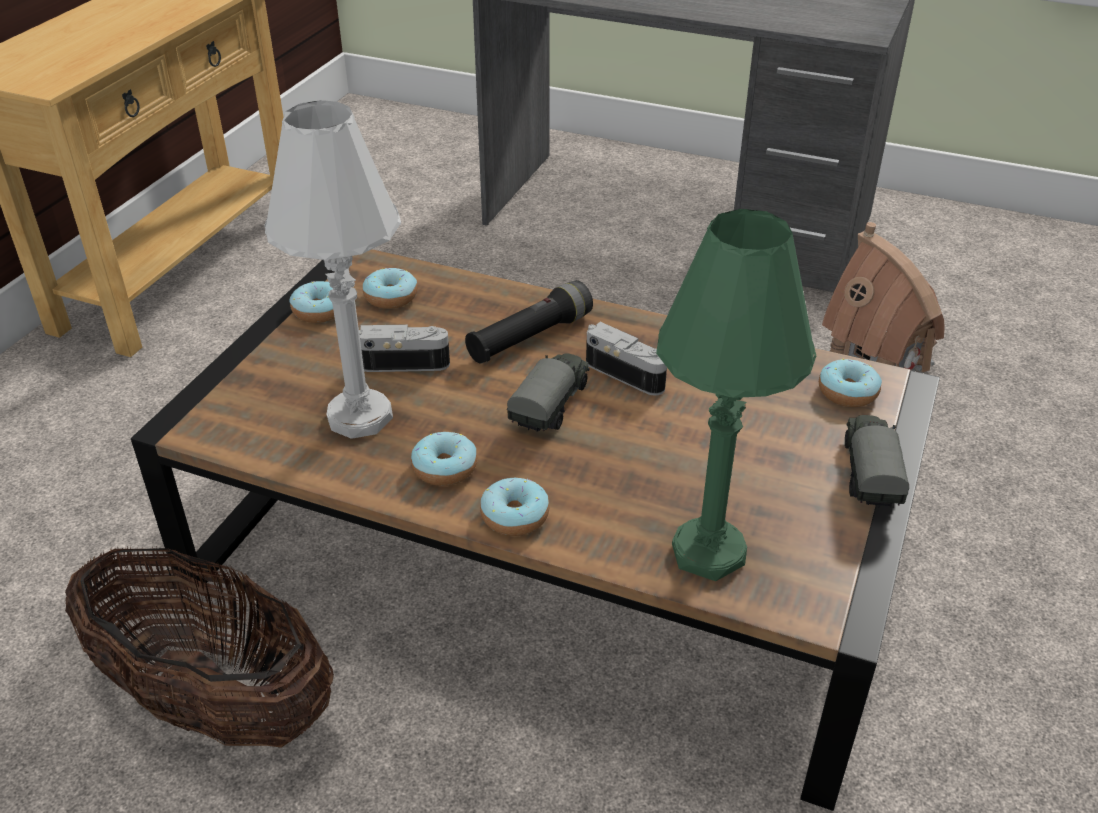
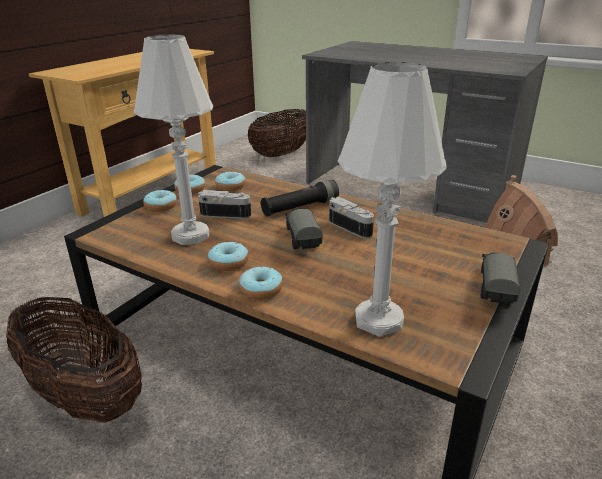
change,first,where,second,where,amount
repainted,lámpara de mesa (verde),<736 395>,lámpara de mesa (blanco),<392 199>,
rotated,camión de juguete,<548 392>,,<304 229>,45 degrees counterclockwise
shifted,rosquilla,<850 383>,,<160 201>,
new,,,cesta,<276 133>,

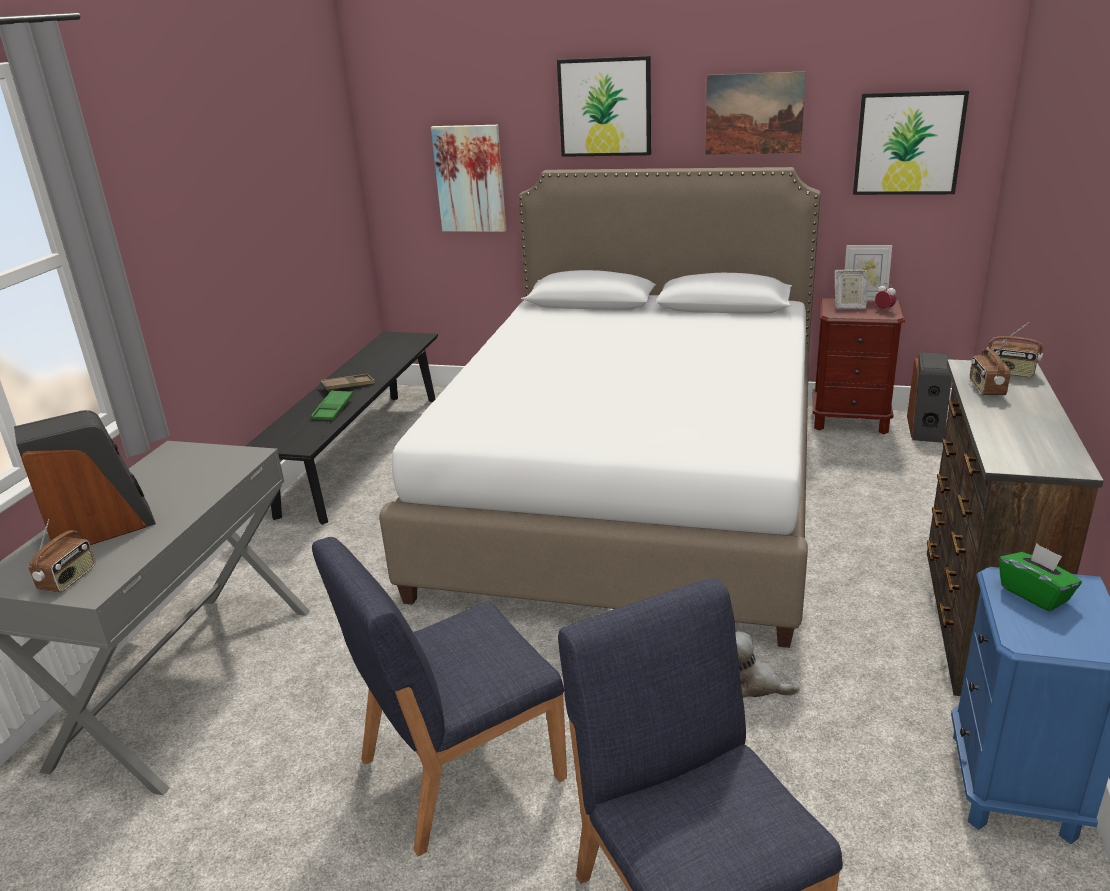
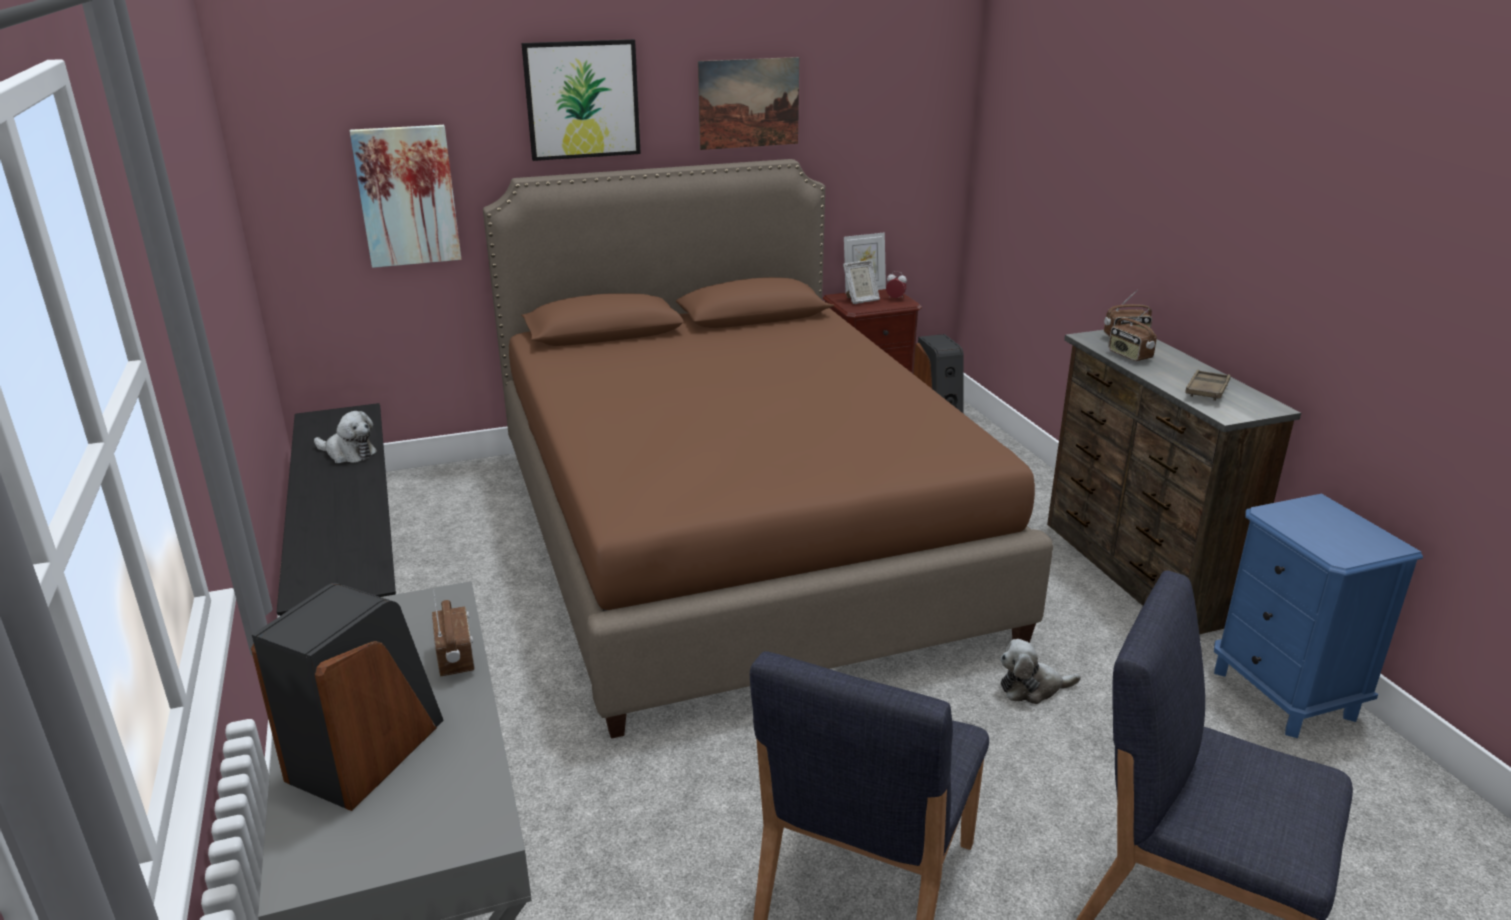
change,first,where,second,where,amount
gone,cuadro,<911 142>,,,
repainted,cama (blanco),<600 407>,cama (marrón),<768 449>,
shifted,bandeja (marrón),<347 382>,,<1208 385>,
gone,bandeja (verde),<332 405>,,,
shifted,radio,<61 555>,,<453 633>,
gone,caja de pañuelos (verde),<1040 577>,,,
new,,,peluche,<345 437>,

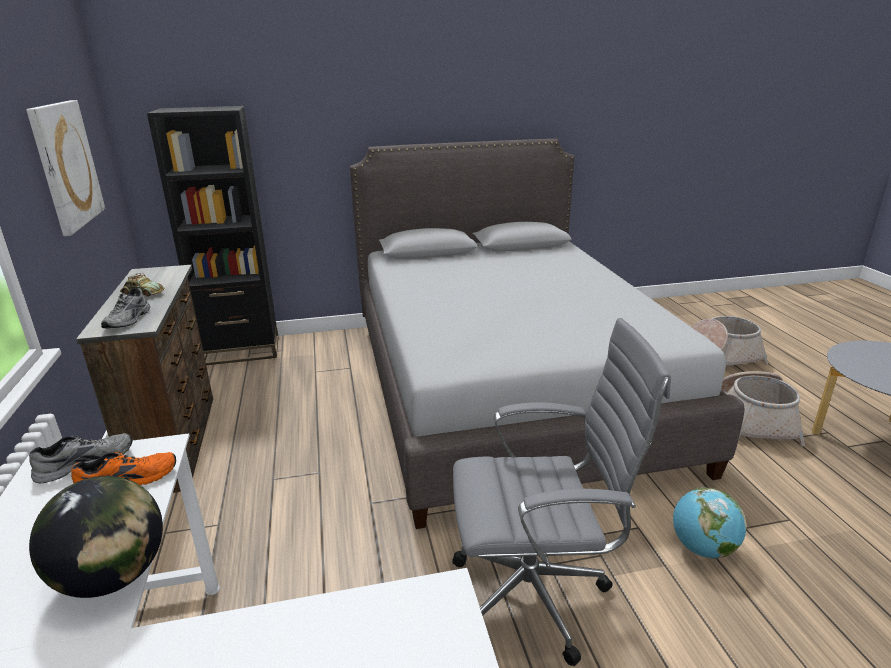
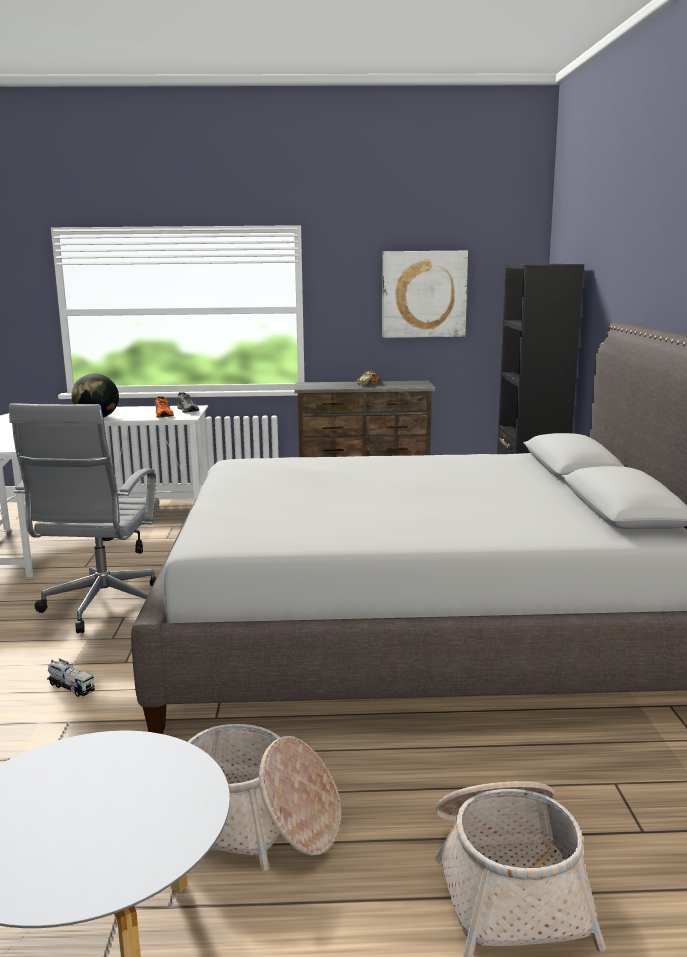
change,first,where,second,where,amount
gone,zapato (gris),<125 308>,,,
swapped,globo terráqueo,<710 523>,camión de juguete,<71 677>,

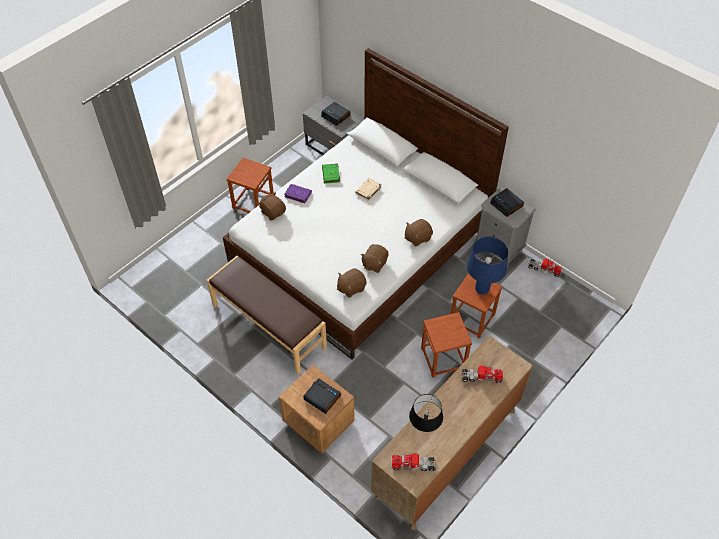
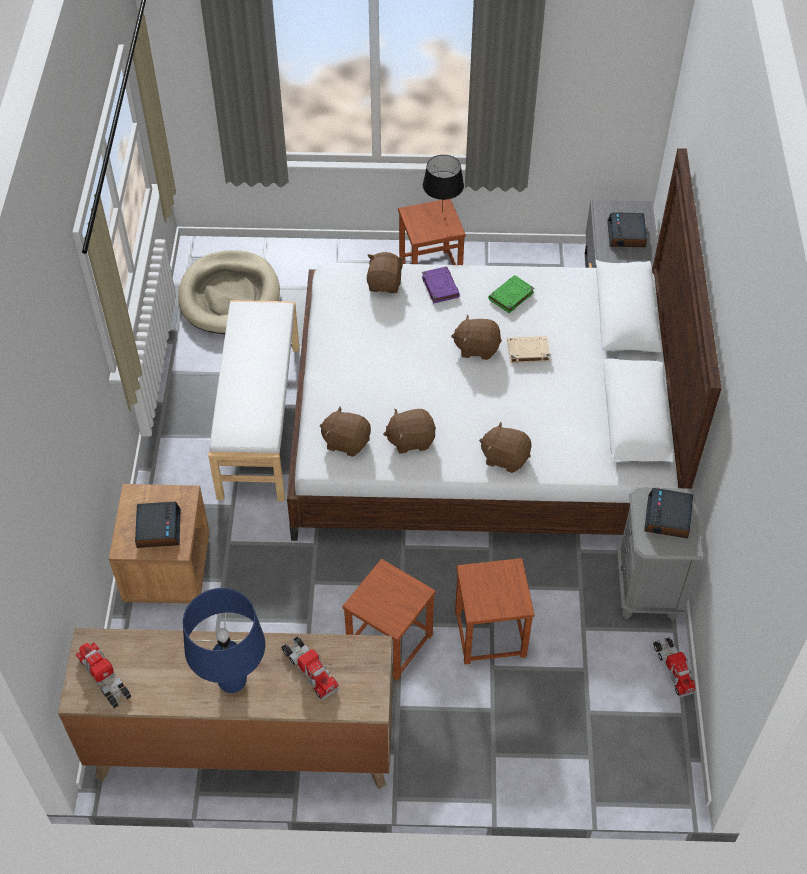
change,first,where,second,where,amount
shifted,lámpara de mesa (azul),<487 266>,,<224 640>,
repainted,banco (marrón),<267 315>,banco (blanco),<253 400>,
shifted,lámpara de mesa (negro),<426 413>,,<443 184>,
new,,,cama para perro (beis),<229 292>,
new,,,peluche (marrón),<476 337>,

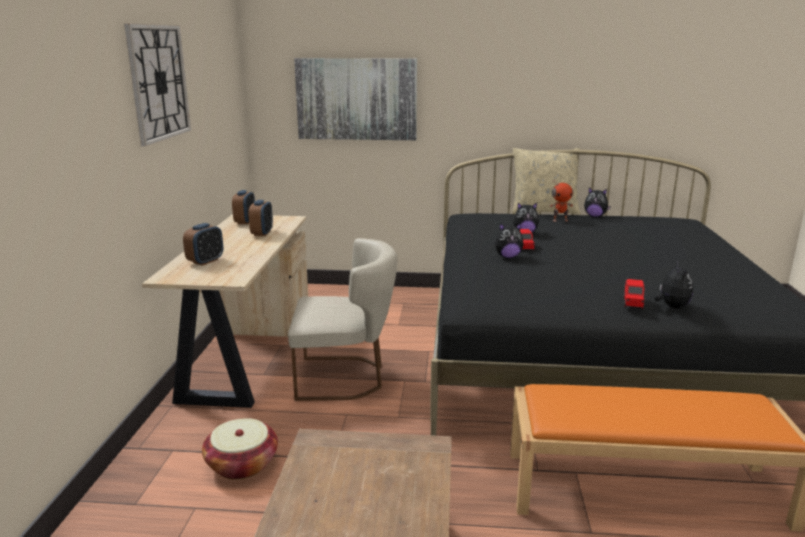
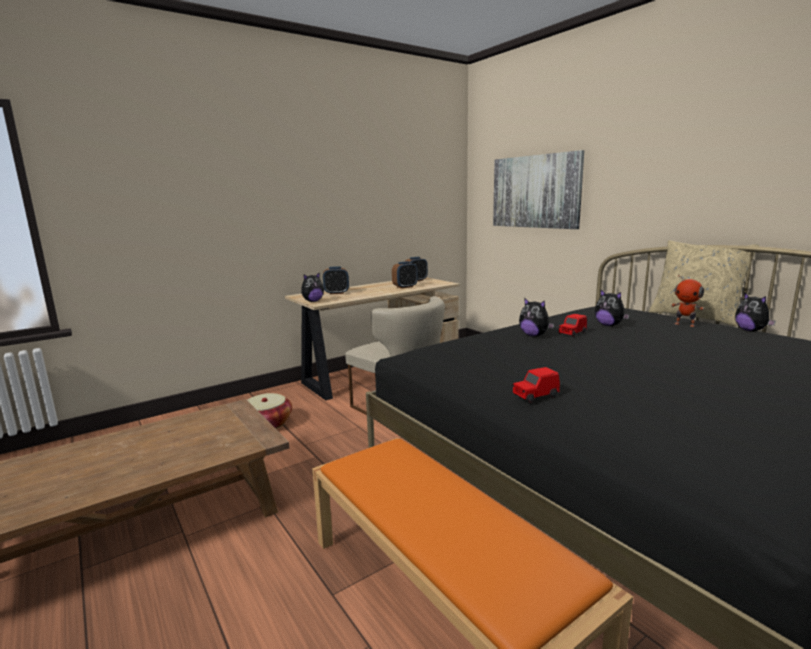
change,first,where,second,where,amount
gone,reloj de pared,<157 85>,,,
shifted,peluche,<673 285>,,<312 287>,

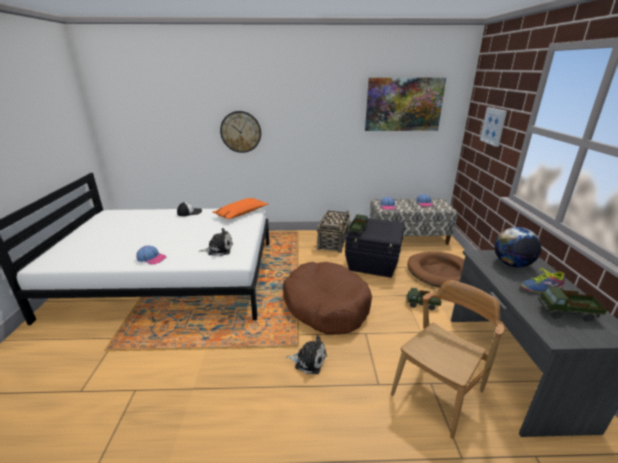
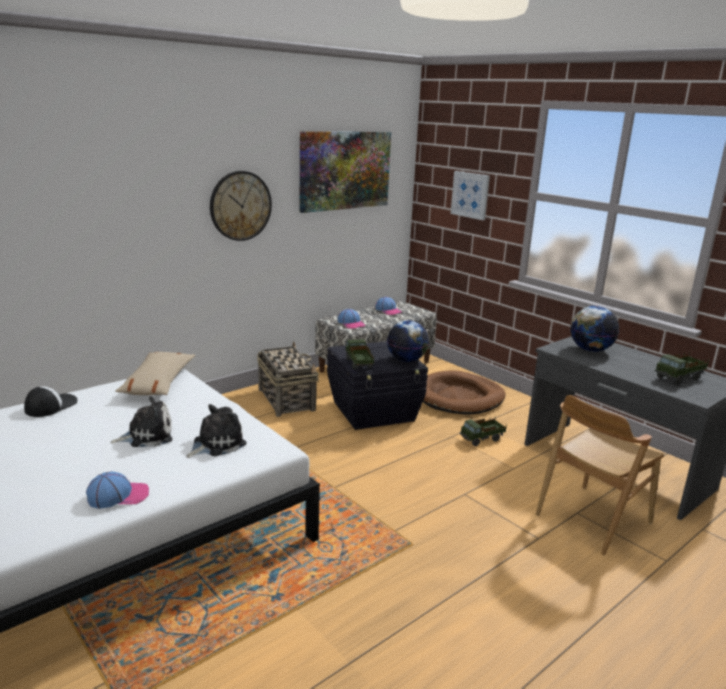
change,first,where,second,where,amount
shifted,reloj de pared,<240 132>,,<241 206>,
repainted,cojín (naranja),<240 209>,cojín (beis),<155 373>,
gone,cama para perro (marrón),<327 298>,,,
gone,zapato,<542 280>,,,
rotated,silla (marrón),<447 359>,,<600 475>,135 degrees counterclockwise
shifted,peluche,<306 354>,,<141 421>,
new,,,globo terráqueo,<408 341>,

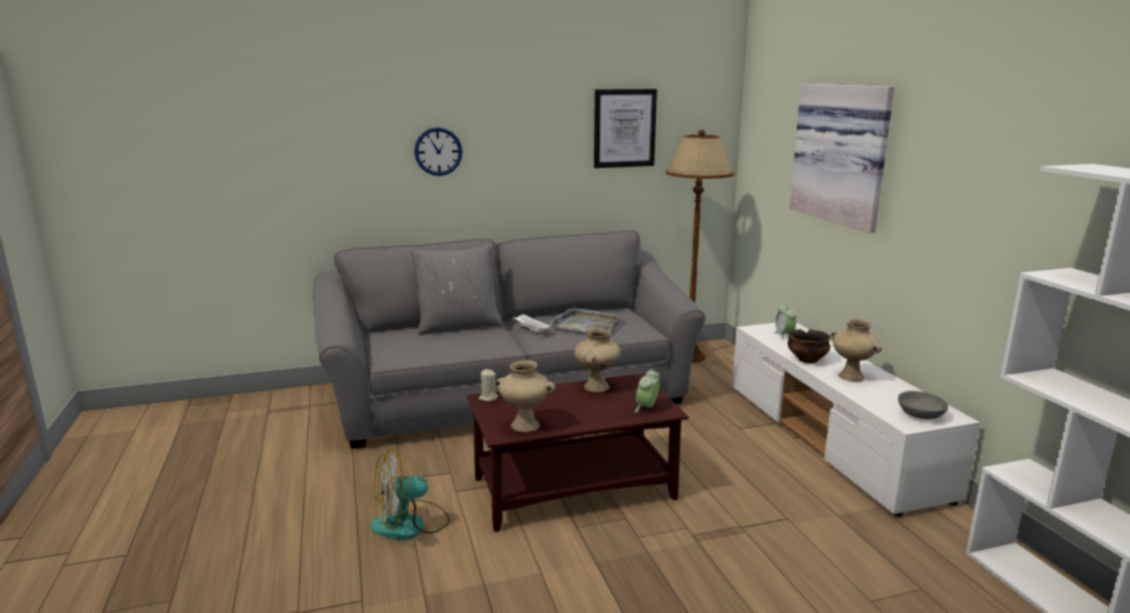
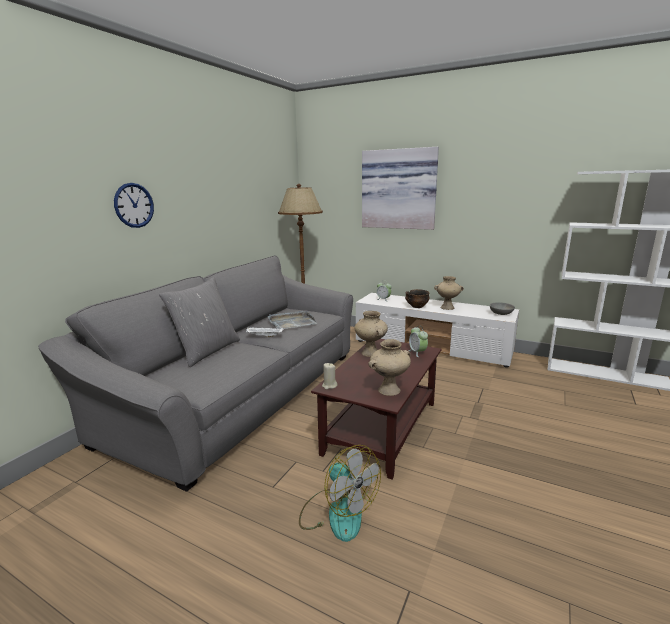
change,first,where,second,where,amount
gone,cuadro,<625 128>,,,
rotated,ventilador,<410 494>,,<340 493>,60 degrees counterclockwise

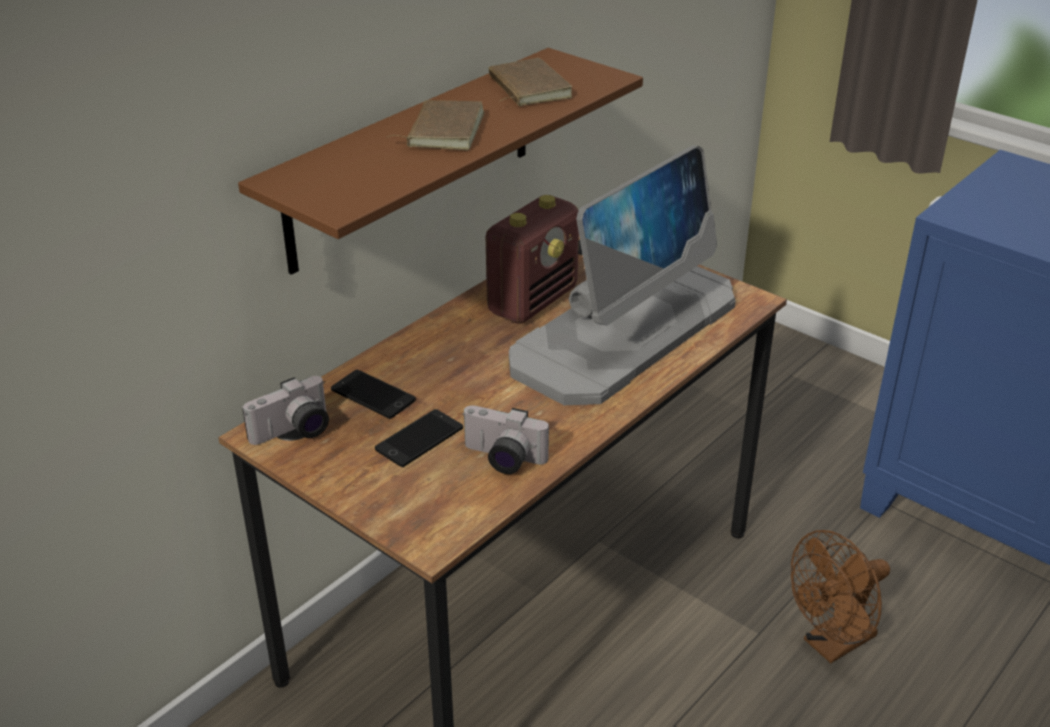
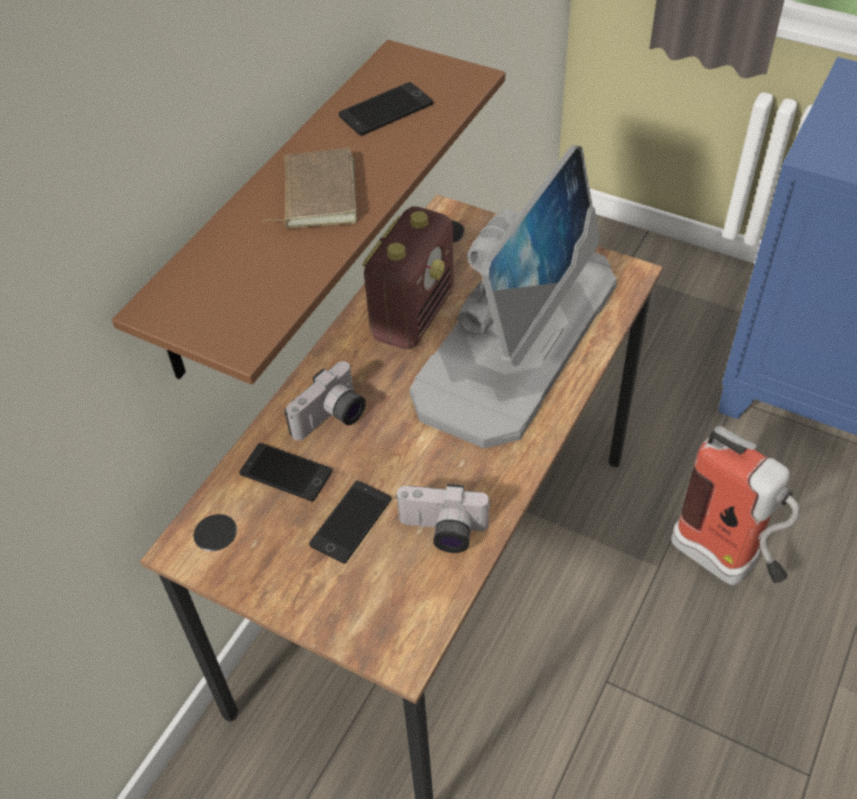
change,first,where,second,where,amount
swapped,libro (marrón),<530 82>,móvil,<386 109>,
shifted,cámara,<286 410>,,<325 400>,
swapped,ventilador (marrón),<840 596>,extintor,<735 505>,

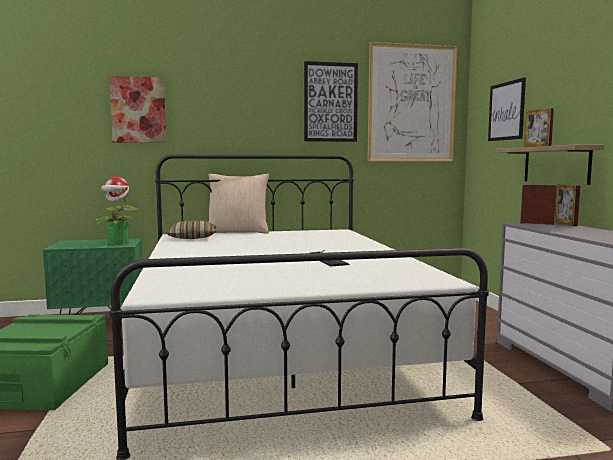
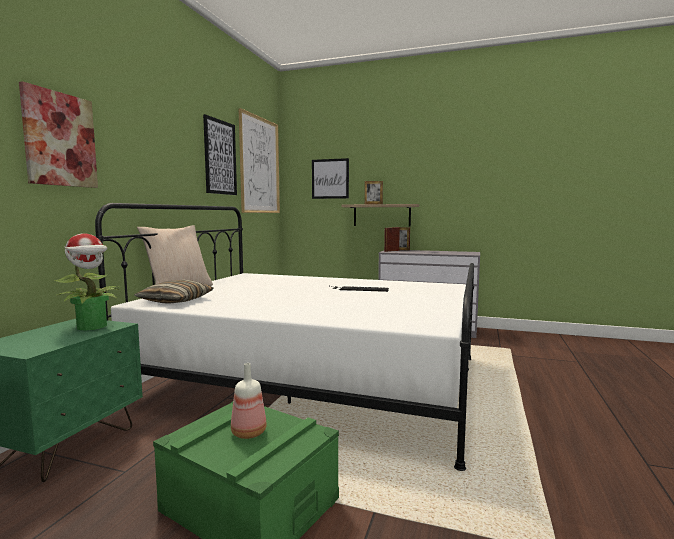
change,first,where,second,where,amount
new,,,botella,<249 401>,

